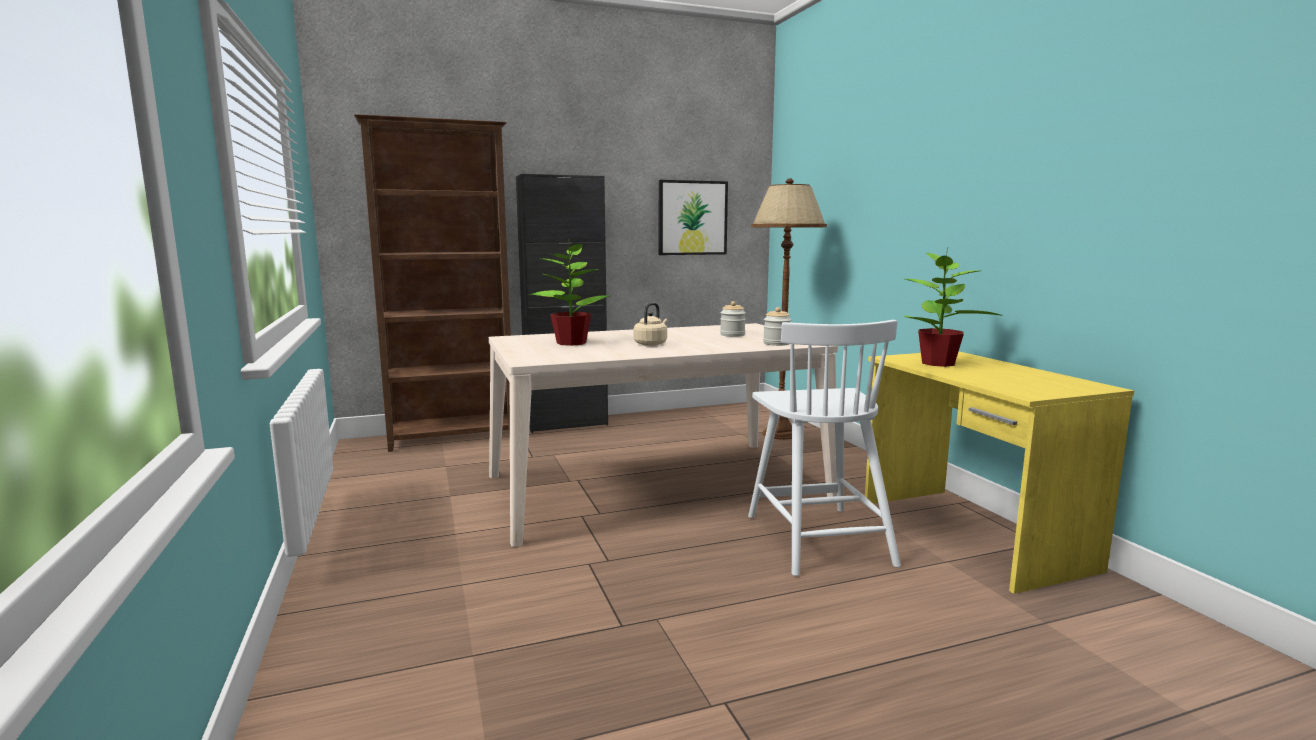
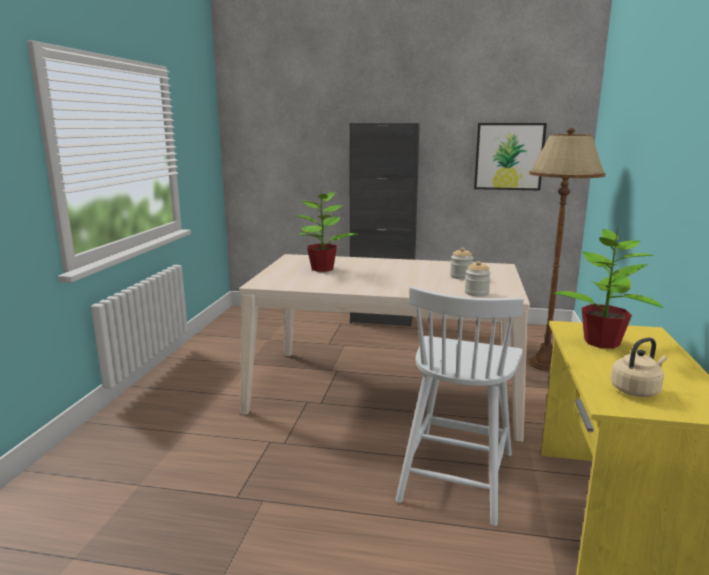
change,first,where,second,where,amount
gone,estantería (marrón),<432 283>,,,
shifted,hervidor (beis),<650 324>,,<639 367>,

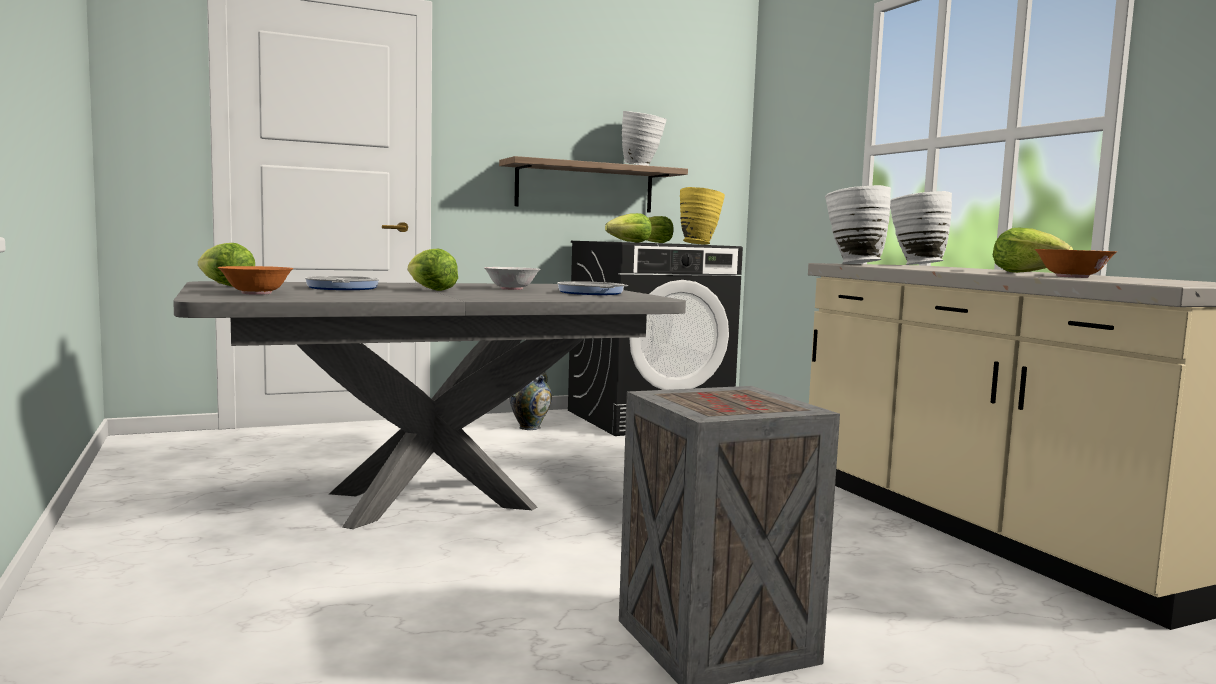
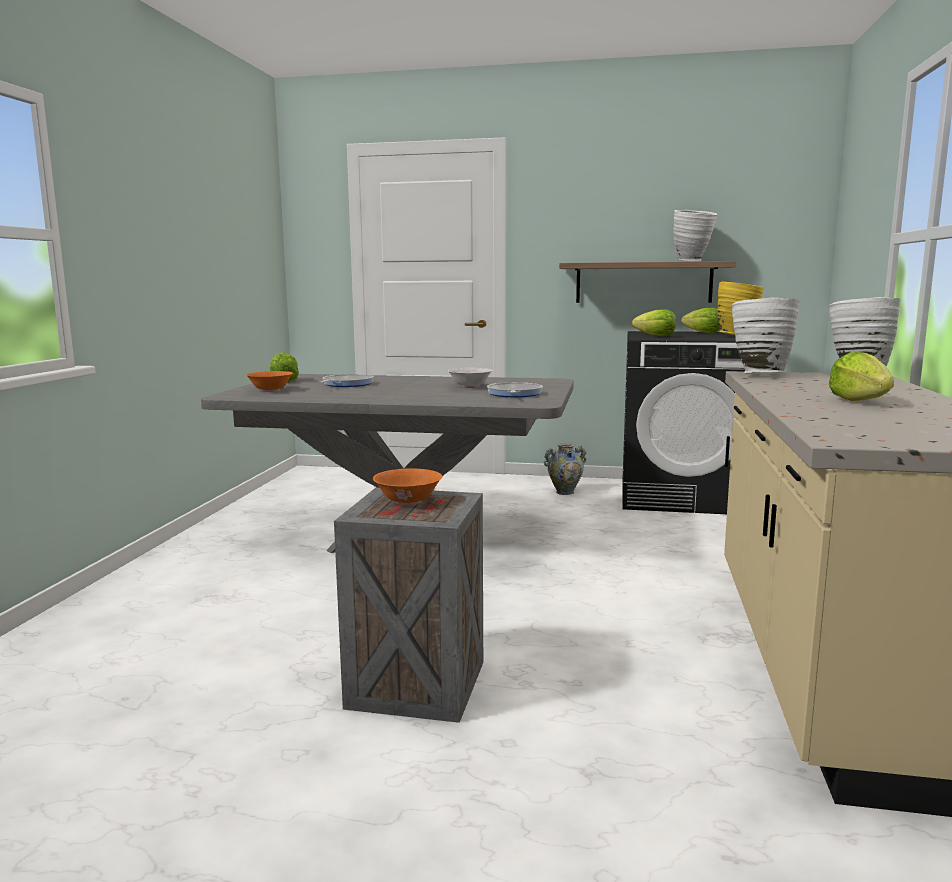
change,first,where,second,where,amount
gone,lechuga,<433 270>,,,
shifted,cuenco (naranja),<1076 263>,,<407 486>,

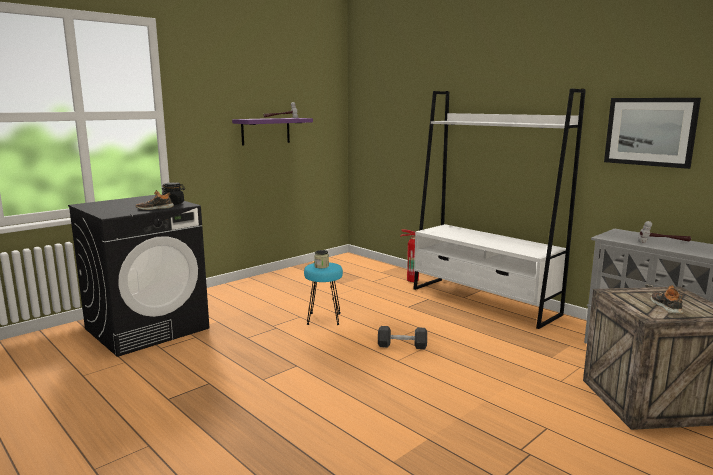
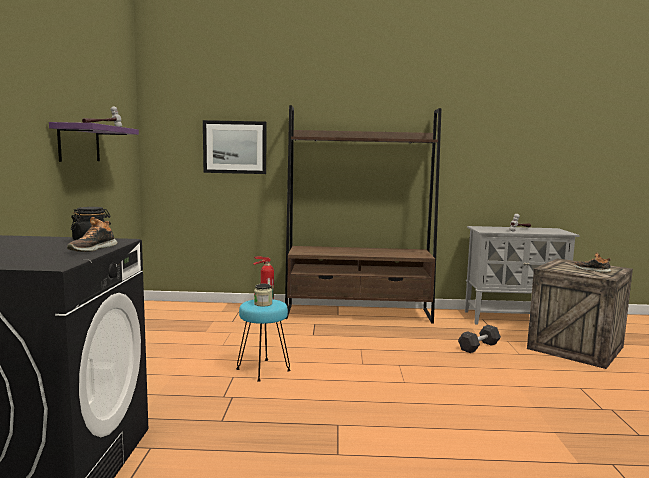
change,first,where,second,where,amount
repainted,estantería (blanco),<499 209>,estantería (marrón),<363 214>,
shifted,cuadro,<652 133>,,<234 147>,
shifted,mancuerna (gris),<402 337>,,<479 339>,

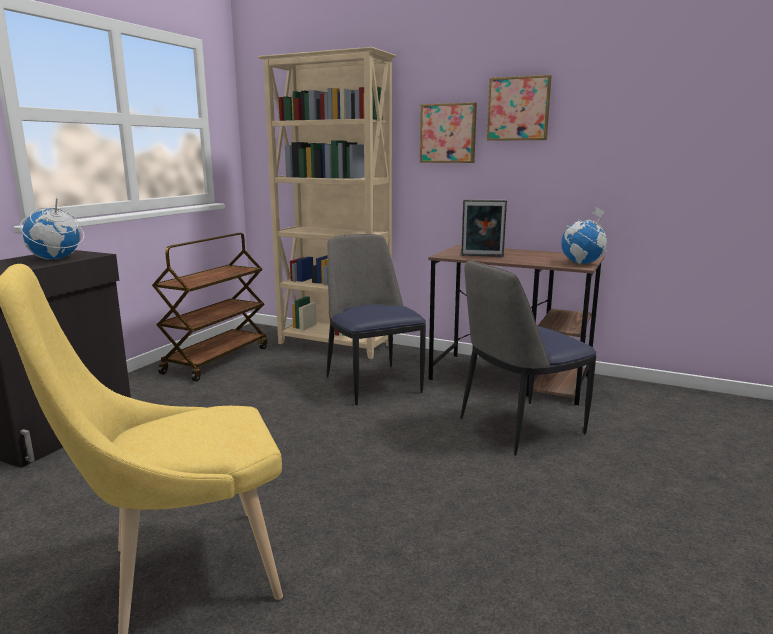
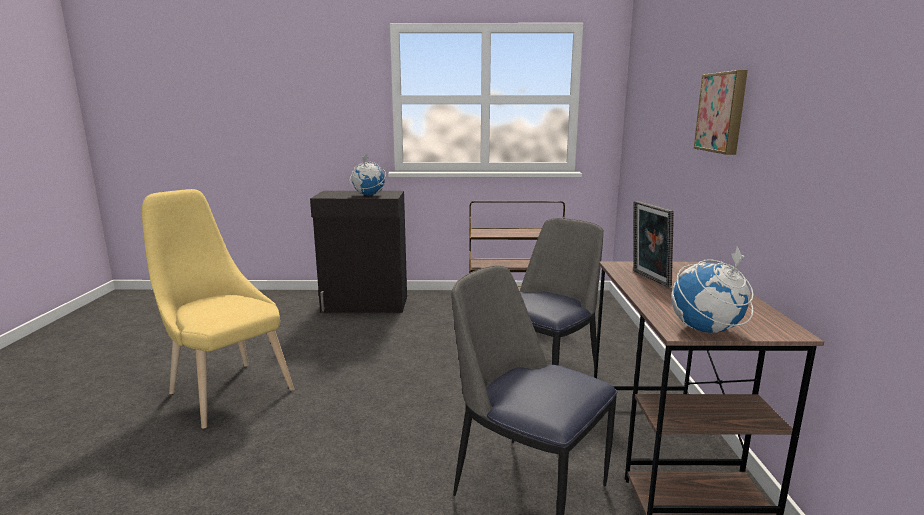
change,first,where,second,where,amount
gone,estantería (beis),<326 203>,,,
gone,cuadro,<519 108>,,,

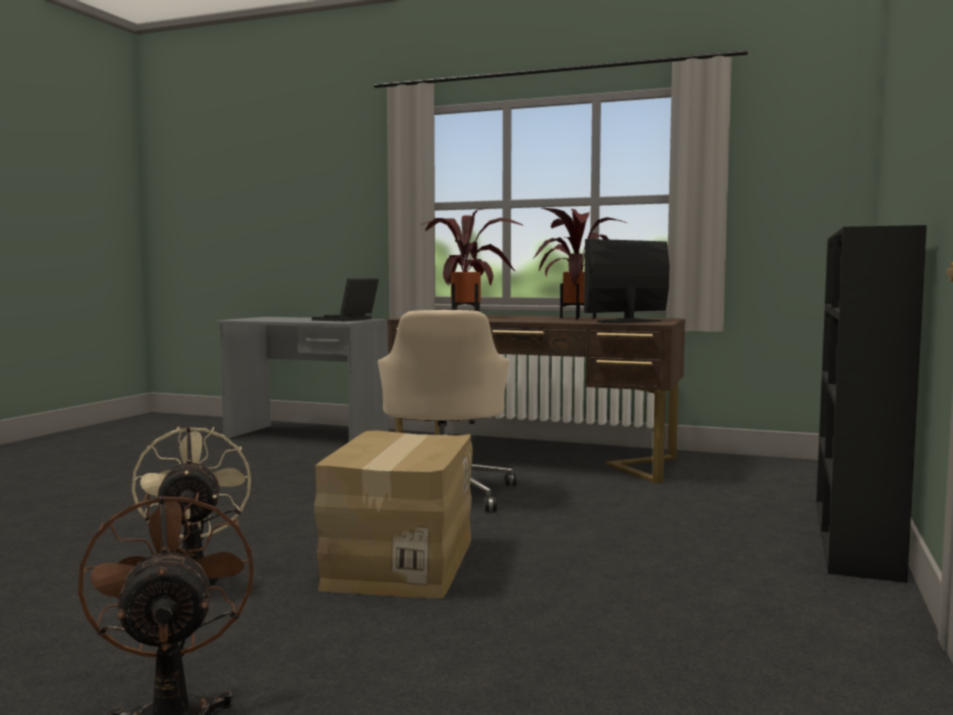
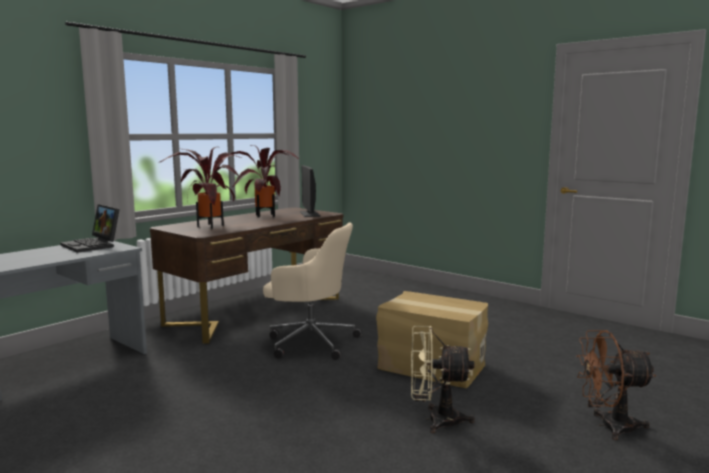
change,first,where,second,where,amount
gone,estantería (negro),<871 404>,,,

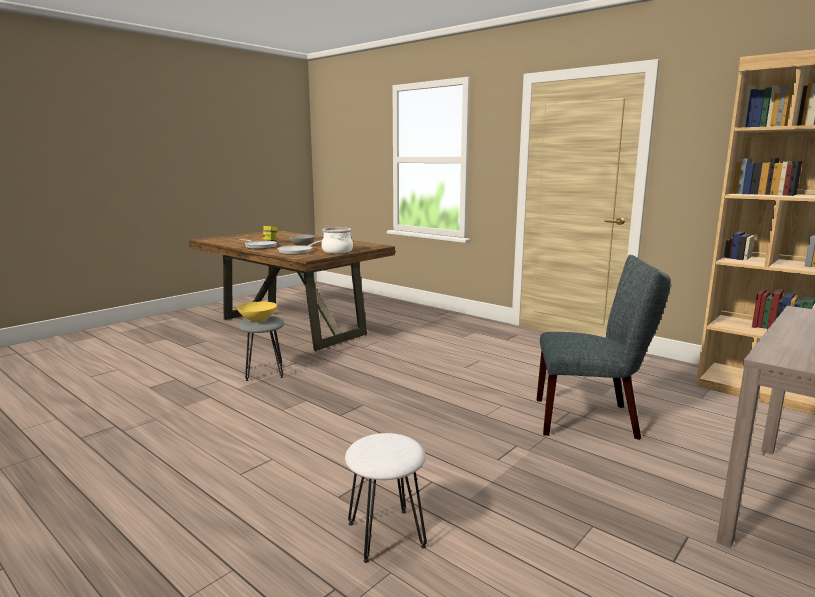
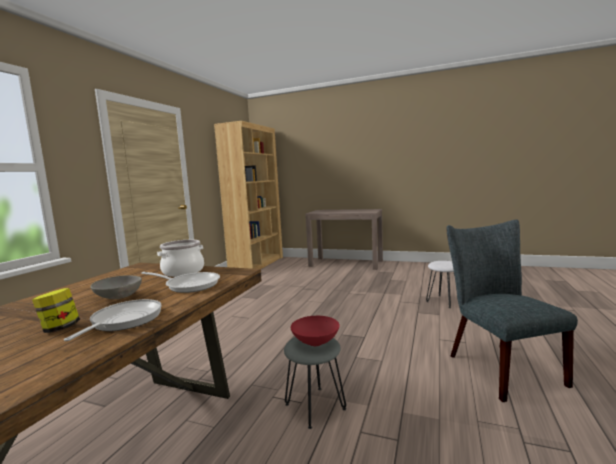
change,first,where,second,where,amount
shifted,silla (gris),<604 347>,,<512 310>,
repainted,cuenco (amarillo),<257 311>,cuenco (rojo),<315 331>,

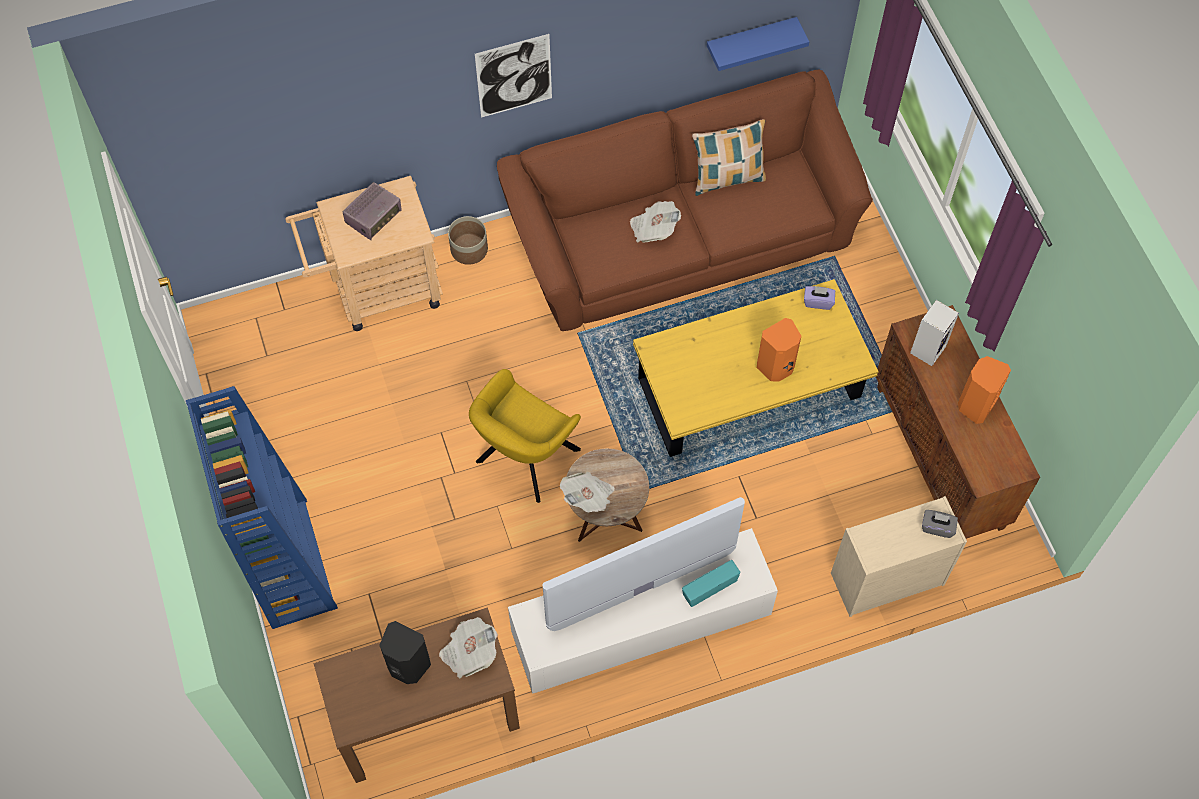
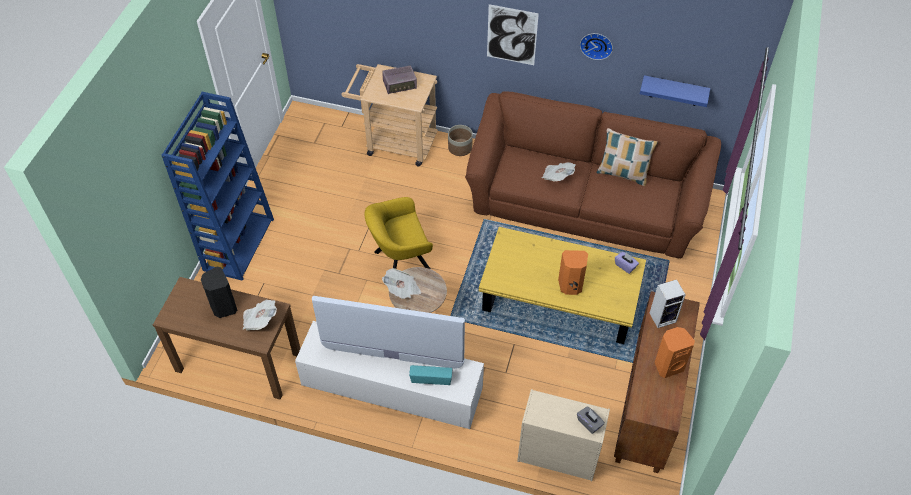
change,first,where,second,where,amount
new,,,reloj de pared,<596 46>,

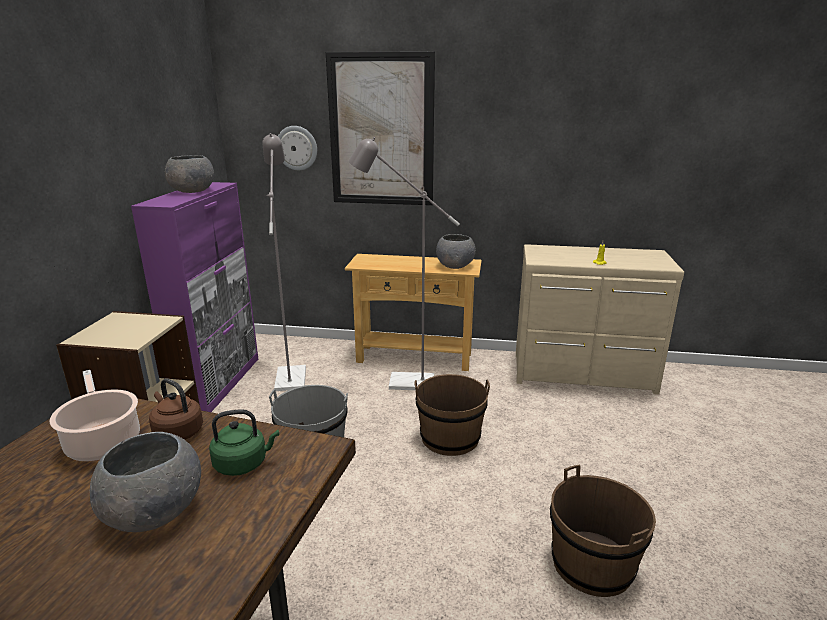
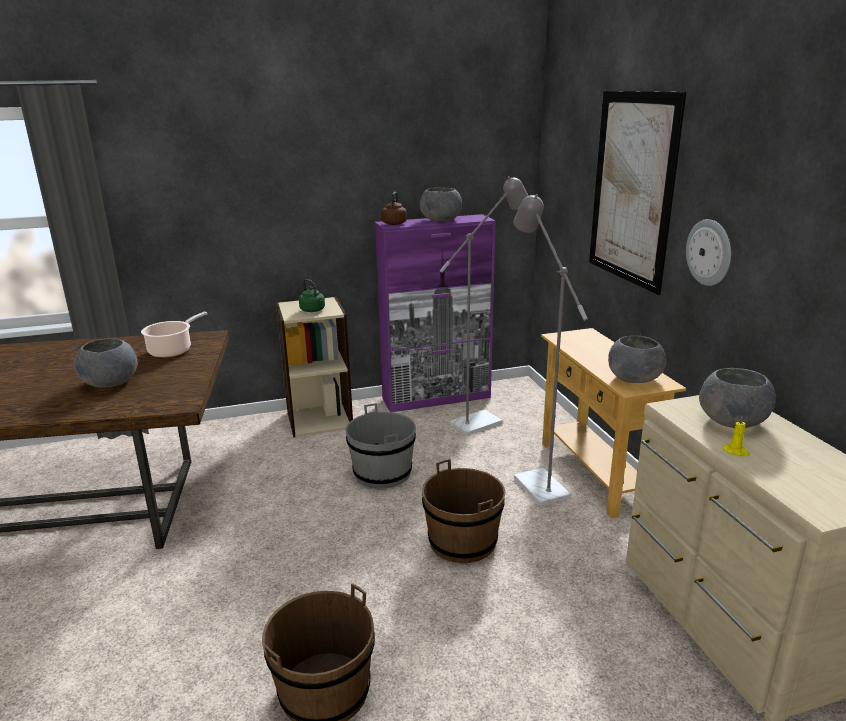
change,first,where,second,where,amount
shifted,reloj de pared,<297 148>,,<708 252>,
shifted,hervidor (marrón),<176 409>,,<394 208>,
shifted,hervidor (verde),<244 442>,,<312 295>,
new,,,cuenco (gris),<737 398>,

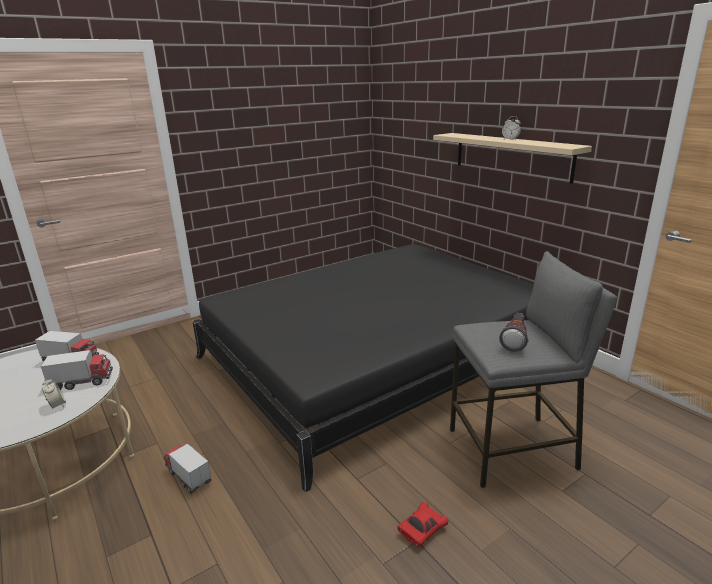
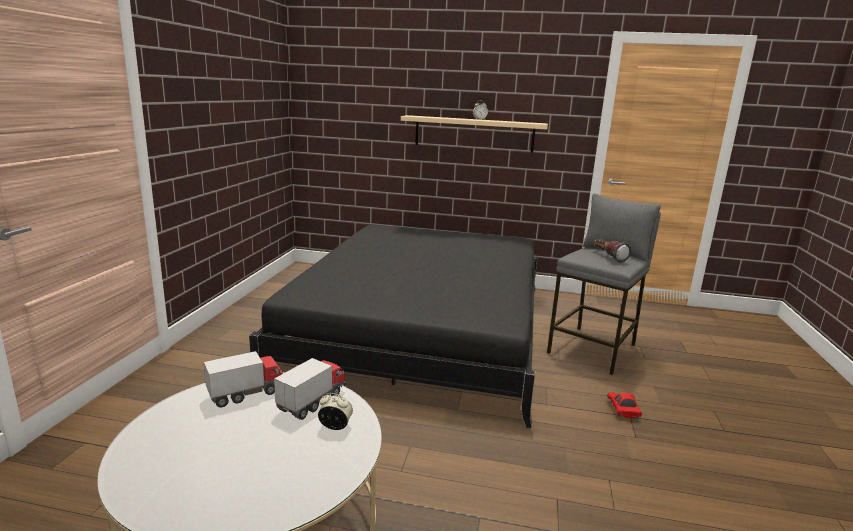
change,first,where,second,where,amount
gone,camión de juguete,<187 468>,,,

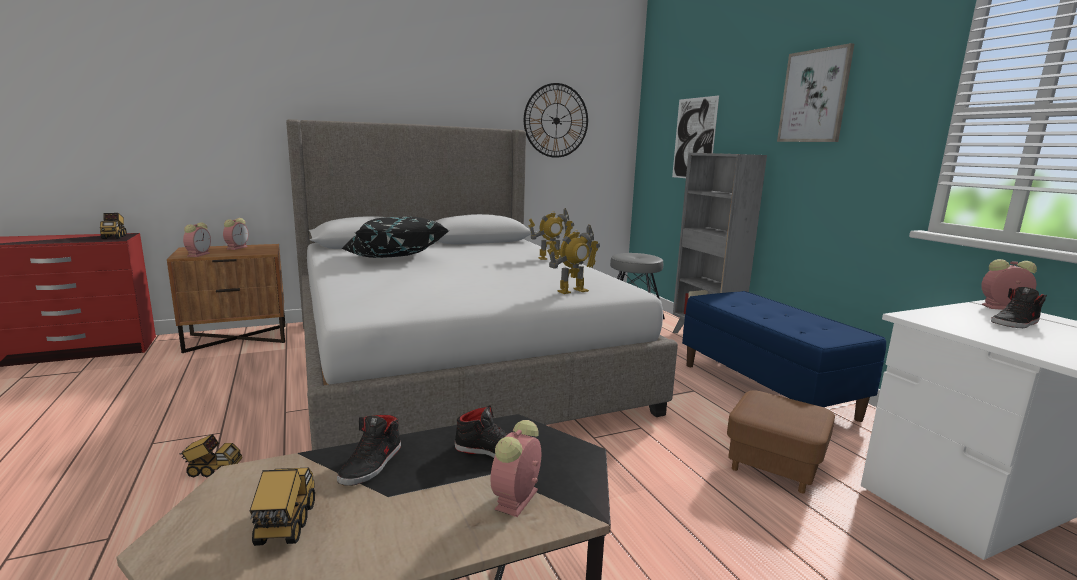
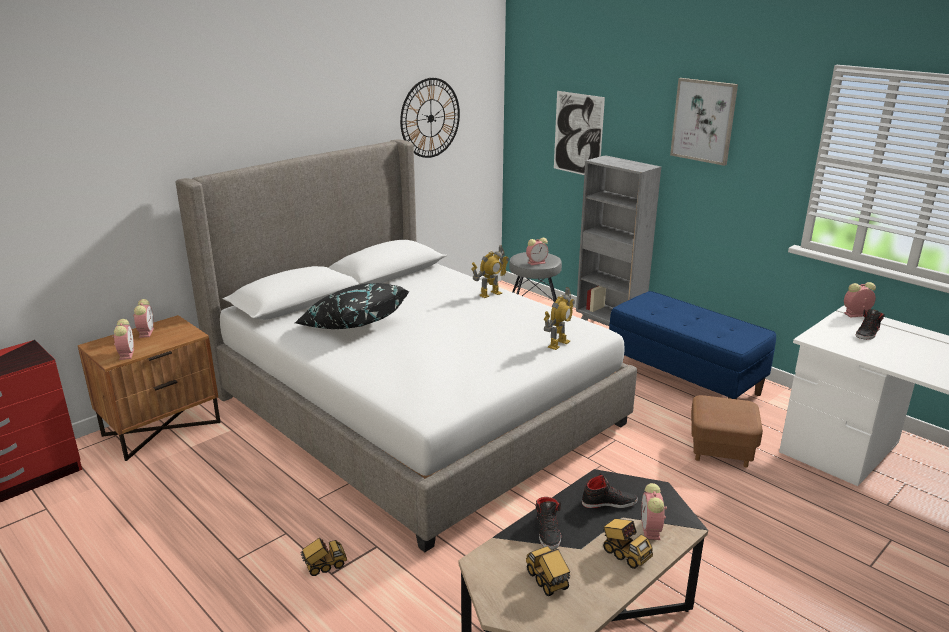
change,first,where,second,where,amount
shifted,camión de juguete,<113 226>,,<627 544>,
new,,,despertador,<537 251>,

